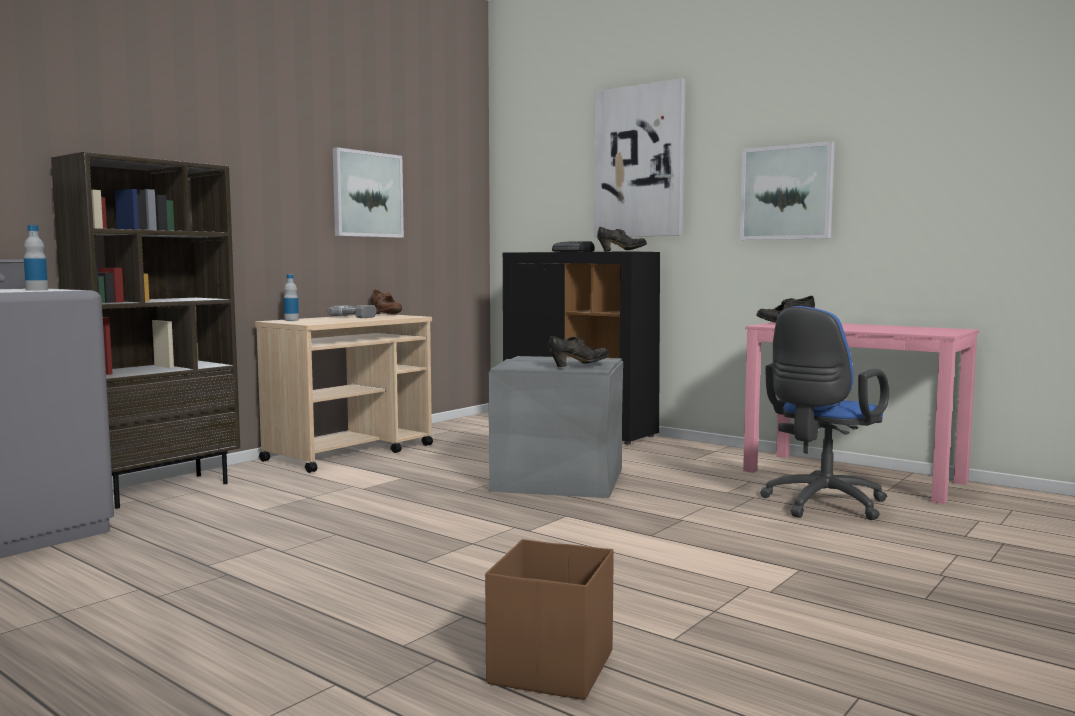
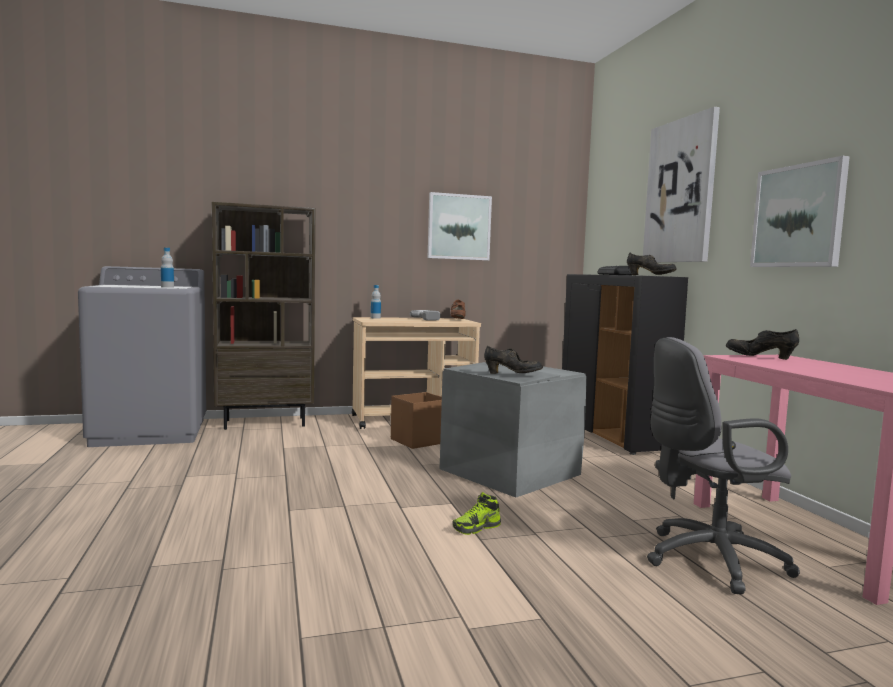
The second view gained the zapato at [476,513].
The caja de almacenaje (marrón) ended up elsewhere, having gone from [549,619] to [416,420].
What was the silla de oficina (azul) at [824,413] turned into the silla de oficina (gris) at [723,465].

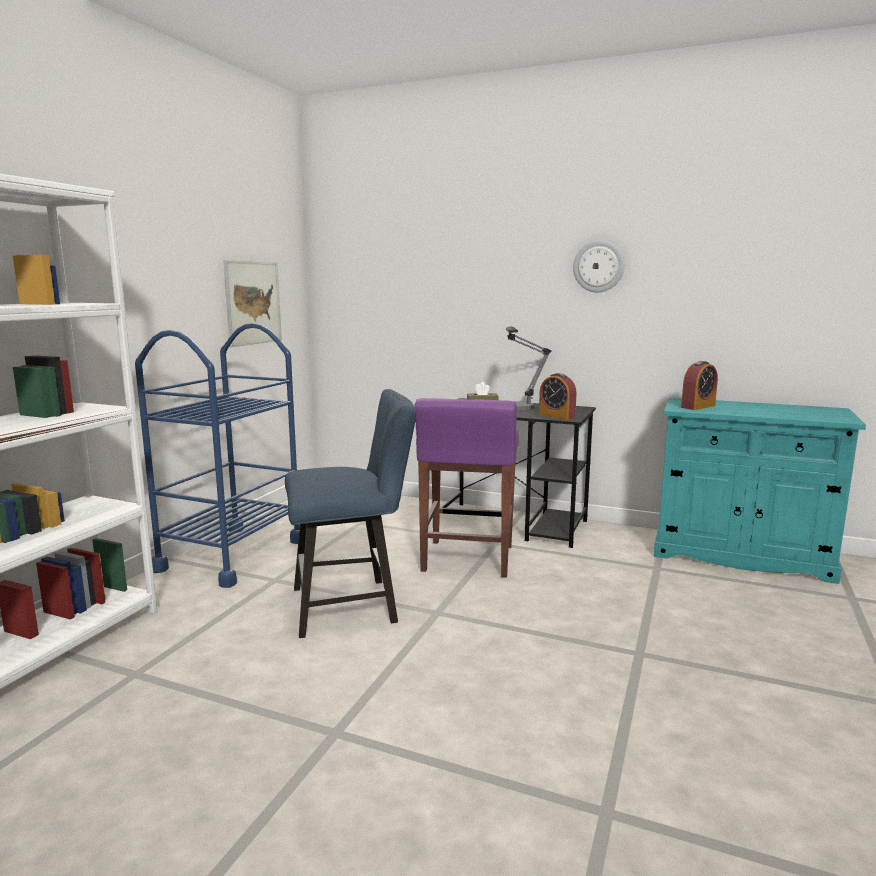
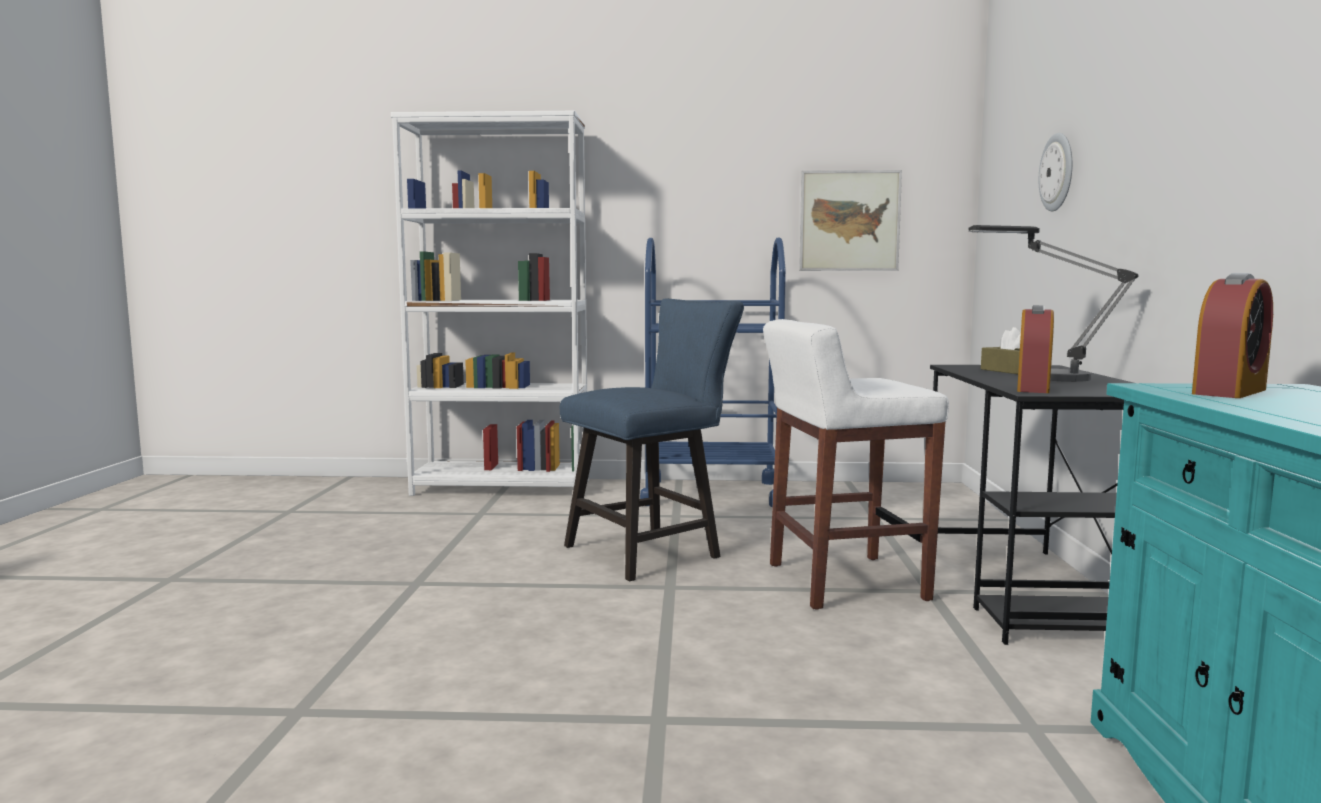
The reloj de pared ended up elsewhere, having gone from [599,266] to [1056,172].
What was the taburete (morado) at [467,488] turned into the taburete (blanco) at [856,464].
The silla (azul) at [351,513] ended up facing another way, 90 degrees counterclockwise from before.
The despertador at [699,385] ended up facing another way, 75 degrees counterclockwise from before.

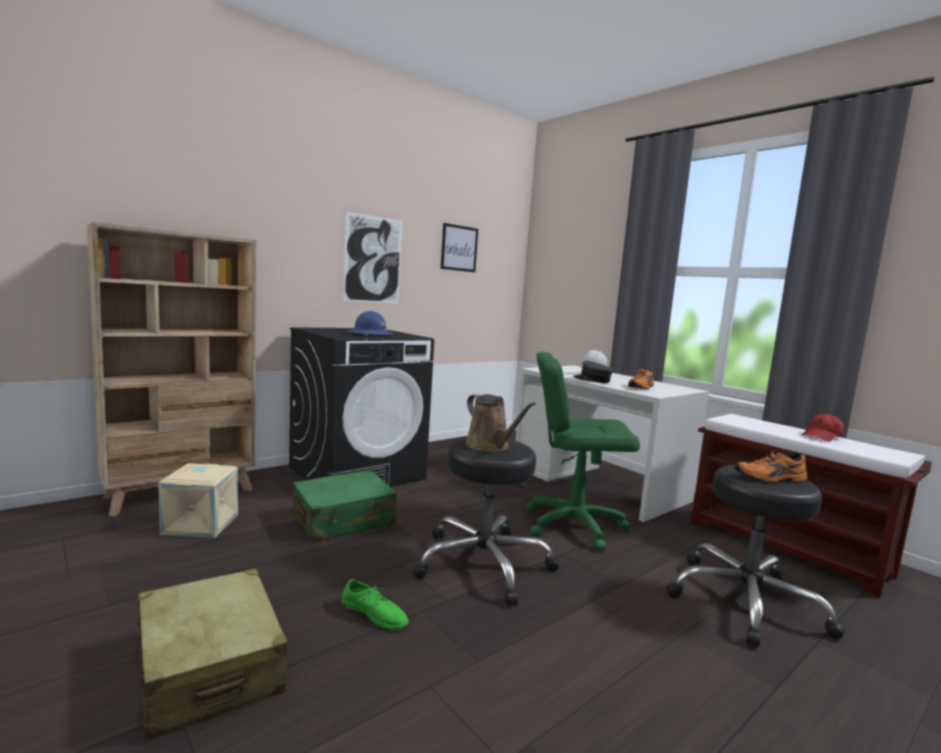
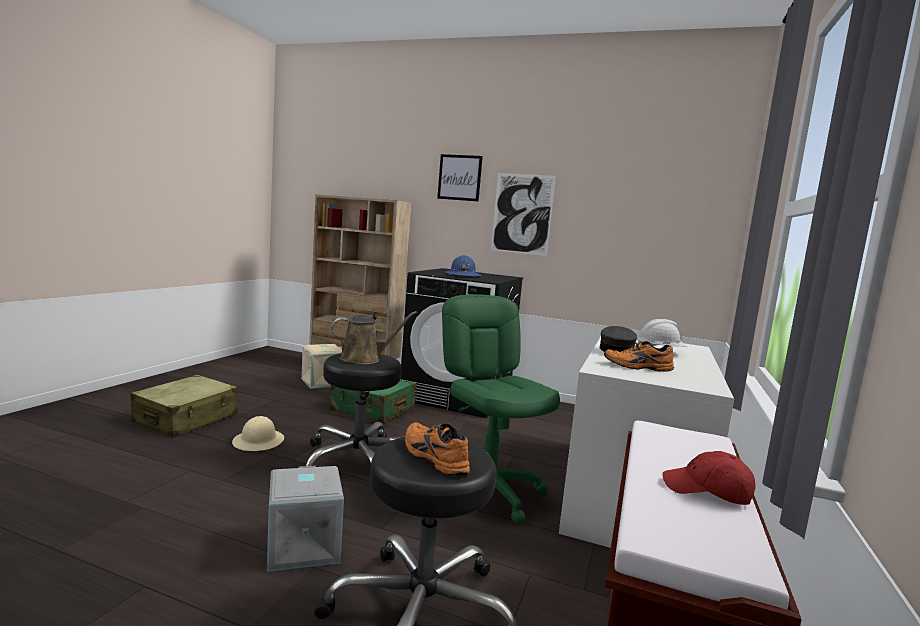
The second view gained the caja de almacenaje (gris) at [305,519].
The cuadro ended up elsewhere, having gone from [459,247] to [460,178].
Where the zapato (verde) stood at [375,604], the casco (beis) came to stand at [258,433].
The regadera (marrón) at [500,423] ended up facing another way, 135 degrees counterclockwise from before.

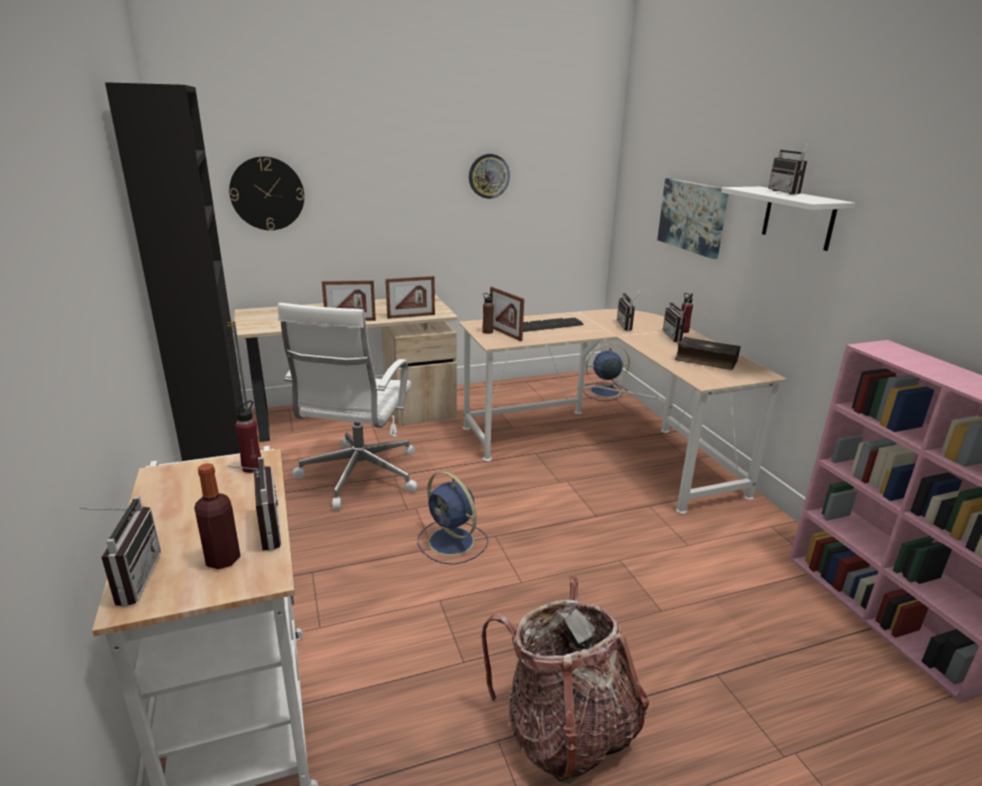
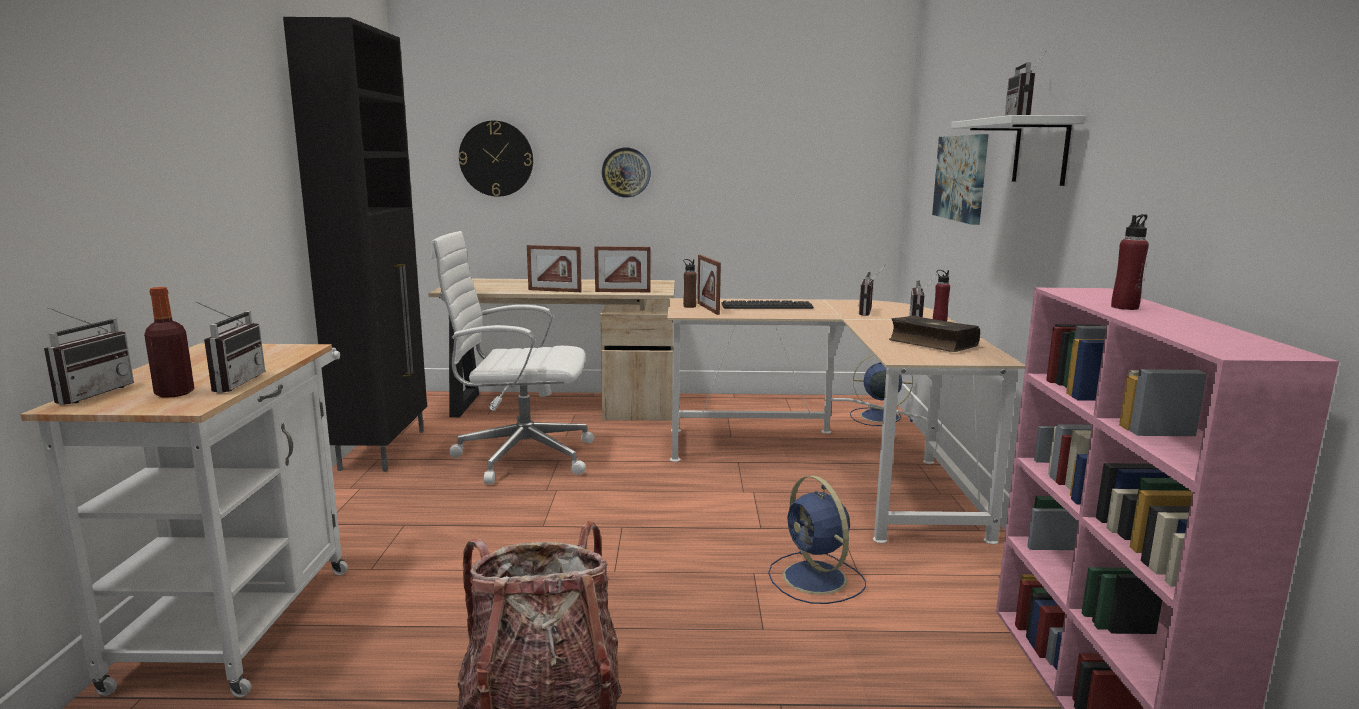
The botella (rojo) ended up elsewhere, having gone from [248,436] to [1130,262].
The ventilador (azul) ended up elsewhere, having gone from [453,518] to [817,539].
The reloj de pared ended up elsewhere, having gone from [489,176] to [626,173].
The silla de oficina (blanco) at [347,406] ended up facing another way, 60 degrees clockwise from before.

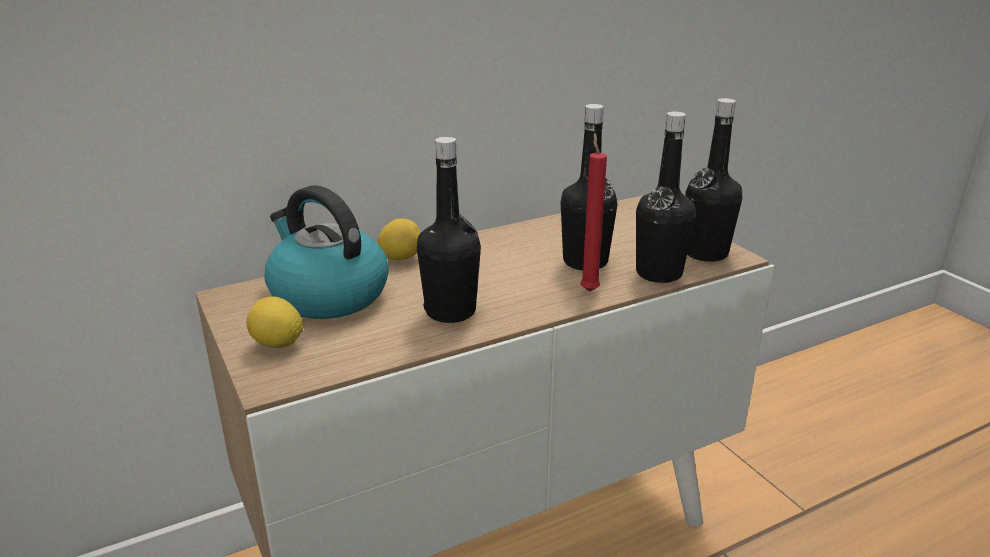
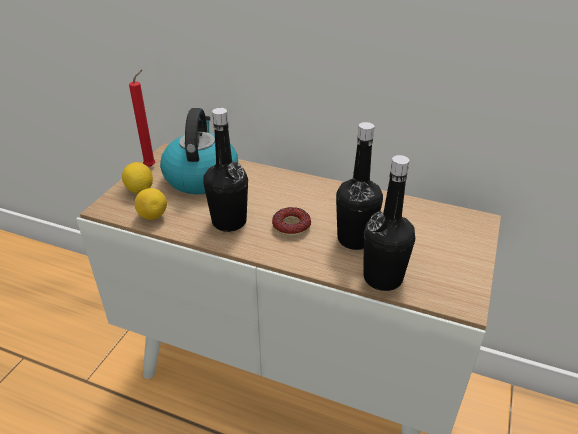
The second view lost the botella (negro) at [713,180].
The second view gained the rosquilla at [291,221].
The limón ended up elsewhere, having gone from [399,239] to [151,204].
The vela (rojo) ended up elsewhere, having gone from [593,212] to [142,118].

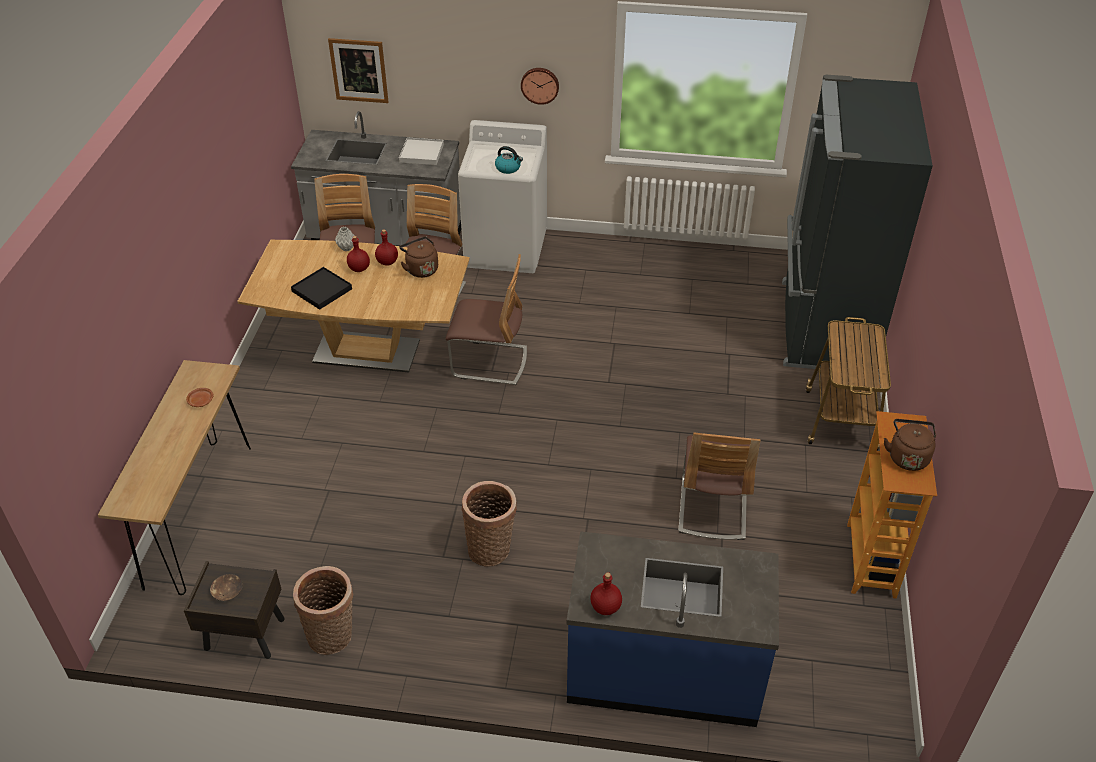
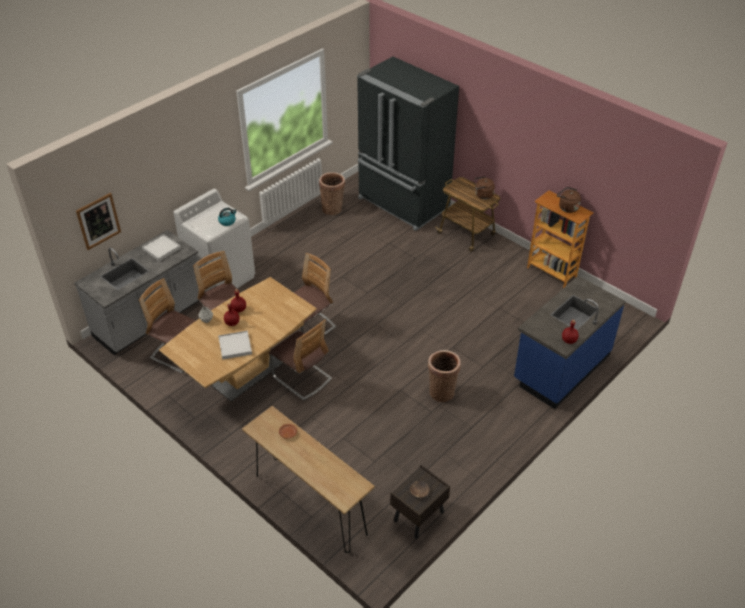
The second view lost the reloj de pared at [540,86].
The cesta ended up elsewhere, having gone from [323,610] to [332,193].
The hervidor (marrón) ended up elsewhere, having gone from [418,257] to [484,187].
The silla ended up elsewhere, having gone from [719,486] to [300,359].
What was the bandeja (negro) at [321,288] turned into the bandeja (blanco) at [235,345].

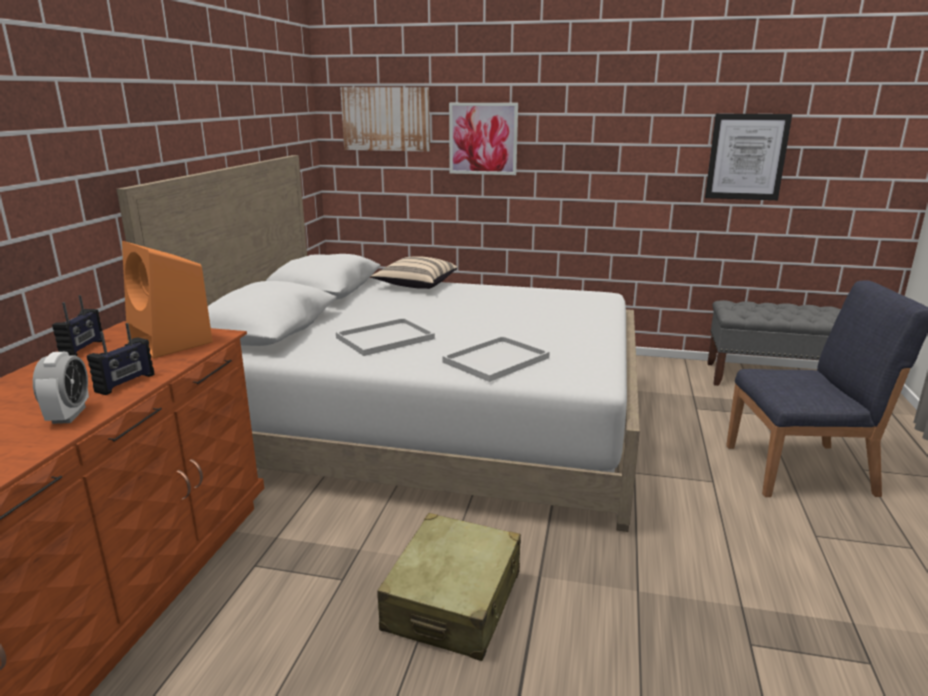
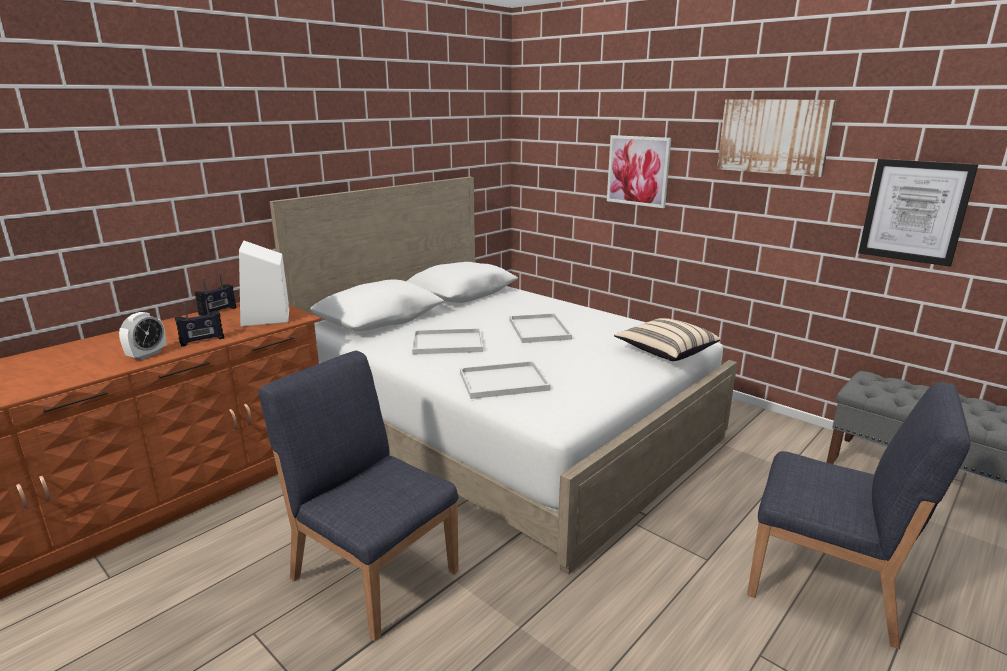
The second view gained the bandeja (blanco) at [540,328].
The cuadro ended up elsewhere, having gone from [385,119] to [776,138].
The cojín (beis) ended up elsewhere, having gone from [414,272] to [667,339].
Where the maleta (beis) stood at [449,587], the silla (azul) came to stand at [359,496].
What was the altavoz (naranja) at [167,299] turned into the altavoz (blanco) at [264,283].

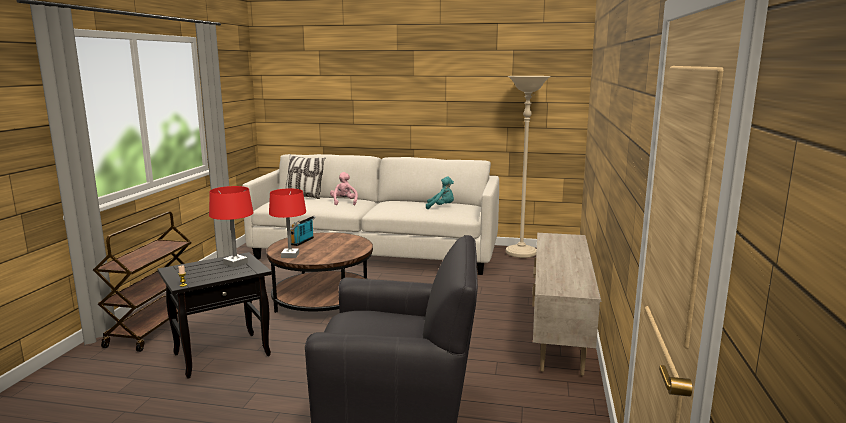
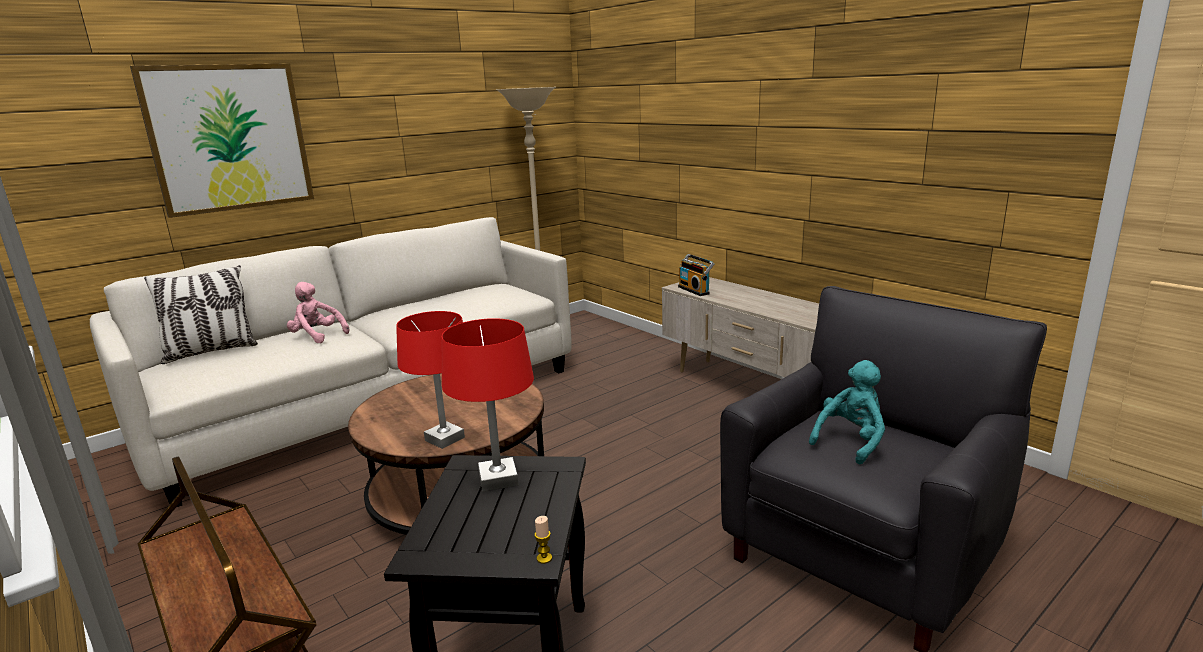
The second view gained the cuadro at [222,140].
The radio ended up elsewhere, having gone from [303,230] to [696,275].
The peluche (turquesa) ended up elsewhere, having gone from [440,193] to [847,412].

